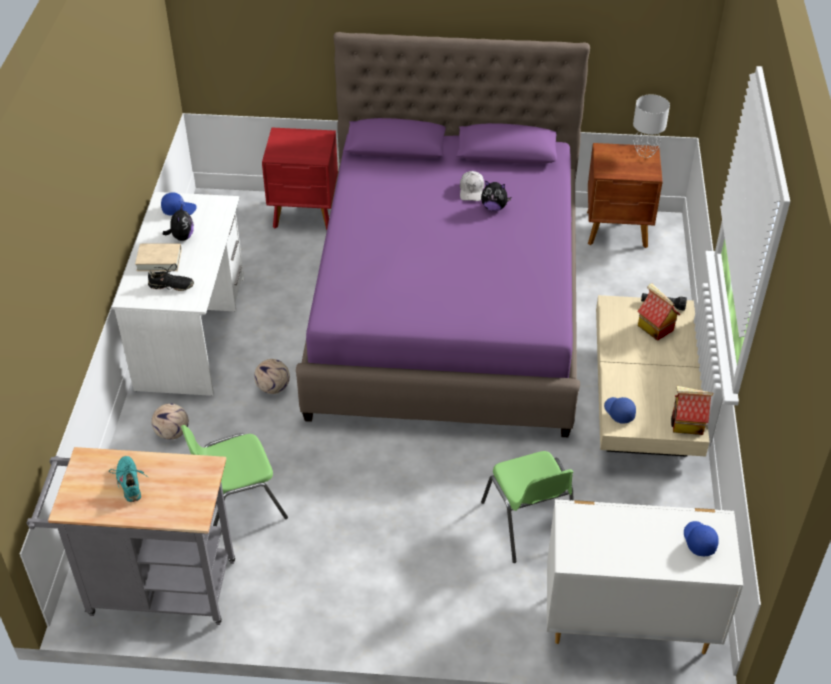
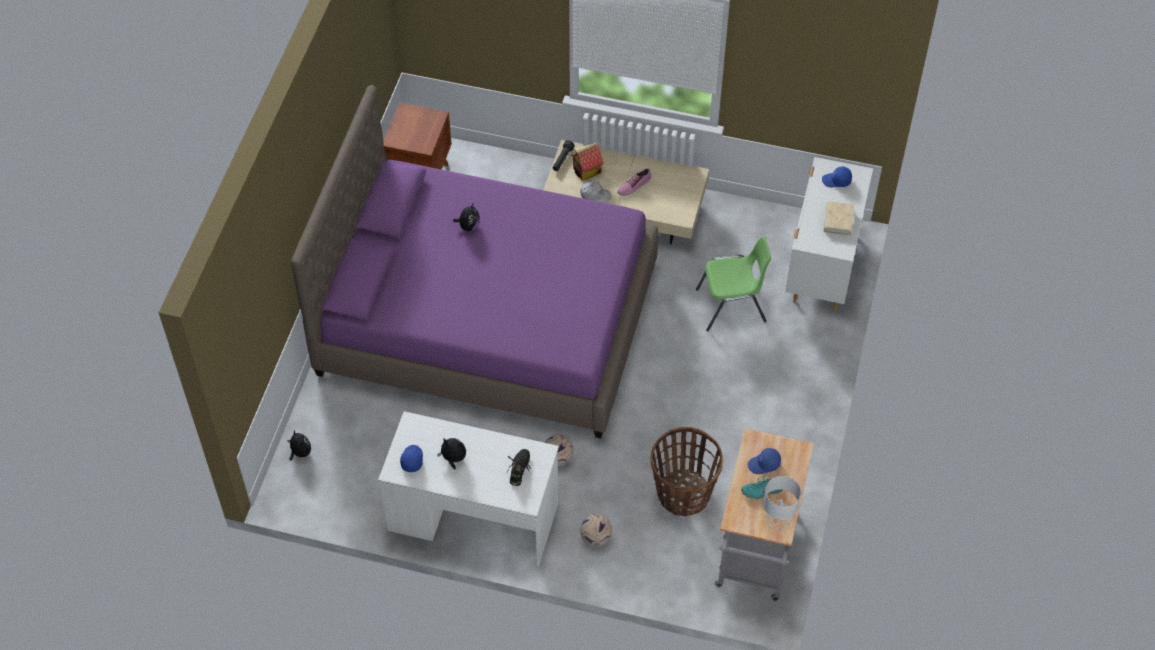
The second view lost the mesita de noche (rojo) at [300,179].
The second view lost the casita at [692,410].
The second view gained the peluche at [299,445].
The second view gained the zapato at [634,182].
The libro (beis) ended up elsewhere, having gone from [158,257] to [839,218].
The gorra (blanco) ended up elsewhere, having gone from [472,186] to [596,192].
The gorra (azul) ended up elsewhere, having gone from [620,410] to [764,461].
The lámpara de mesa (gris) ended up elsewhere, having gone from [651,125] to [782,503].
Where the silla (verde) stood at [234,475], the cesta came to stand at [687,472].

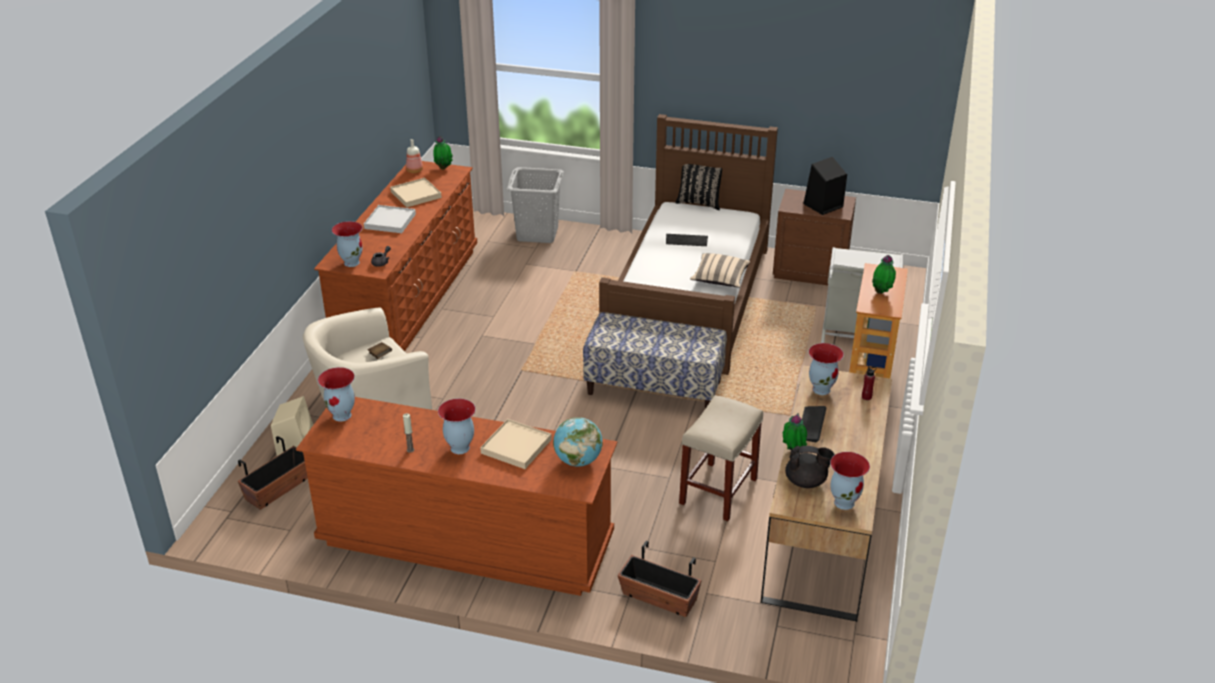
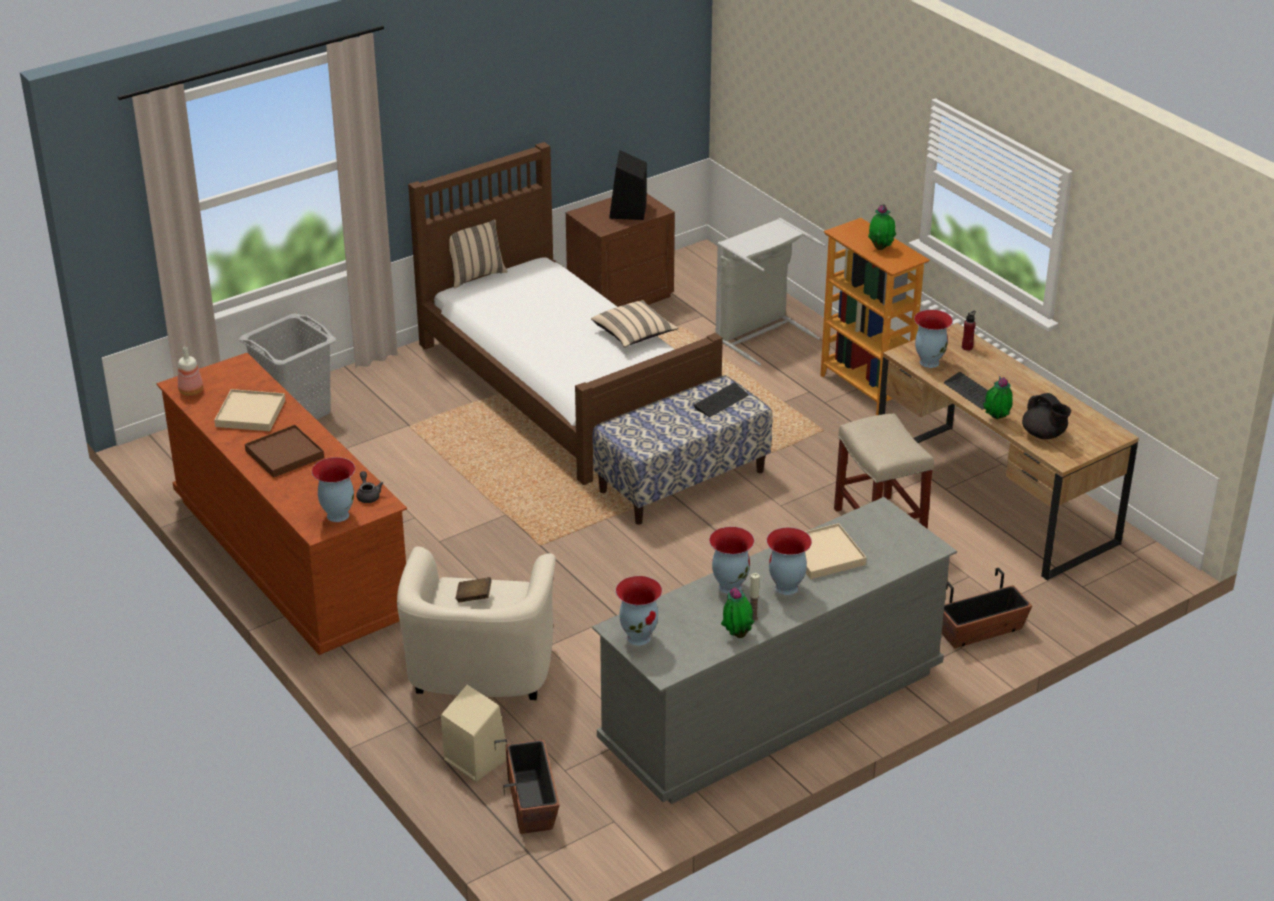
The second view lost the globo terráqueo at [578,442].
The planta en maceta ended up elsewhere, having gone from [443,152] to [737,612].
The teclado ended up elsewhere, having gone from [687,240] to [721,400].
The florero ended up elsewhere, having gone from [850,481] to [731,560].
What was the cómoda (marrón) at [456,496] turned into the cómoda (gris) at [774,650].
What was the bandeja (blanco) at [390,219] turned into the bandeja (marrón) at [284,451].
What was the cojín (negro) at [698,187] turned into the cojín (beis) at [479,253].
The tetera (negro) at [810,467] ended up facing another way, 105 degrees clockwise from before.

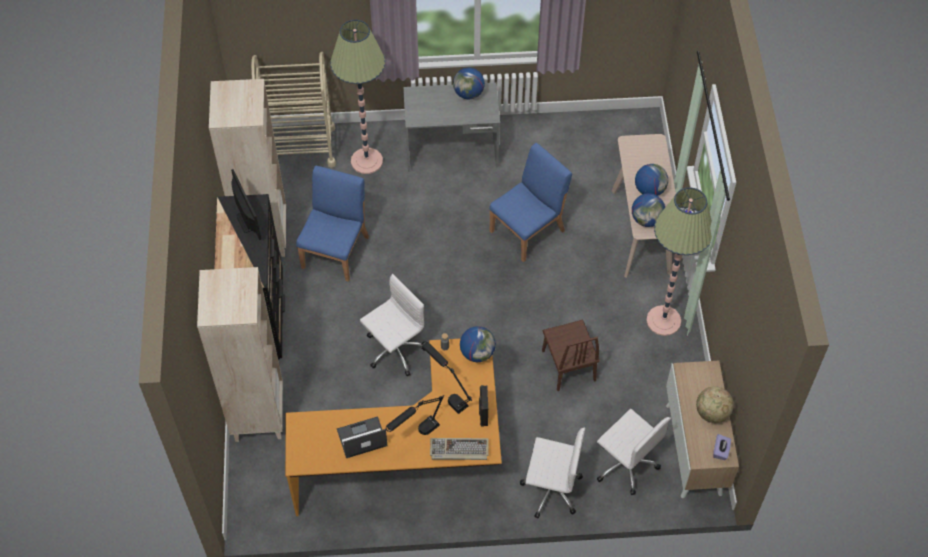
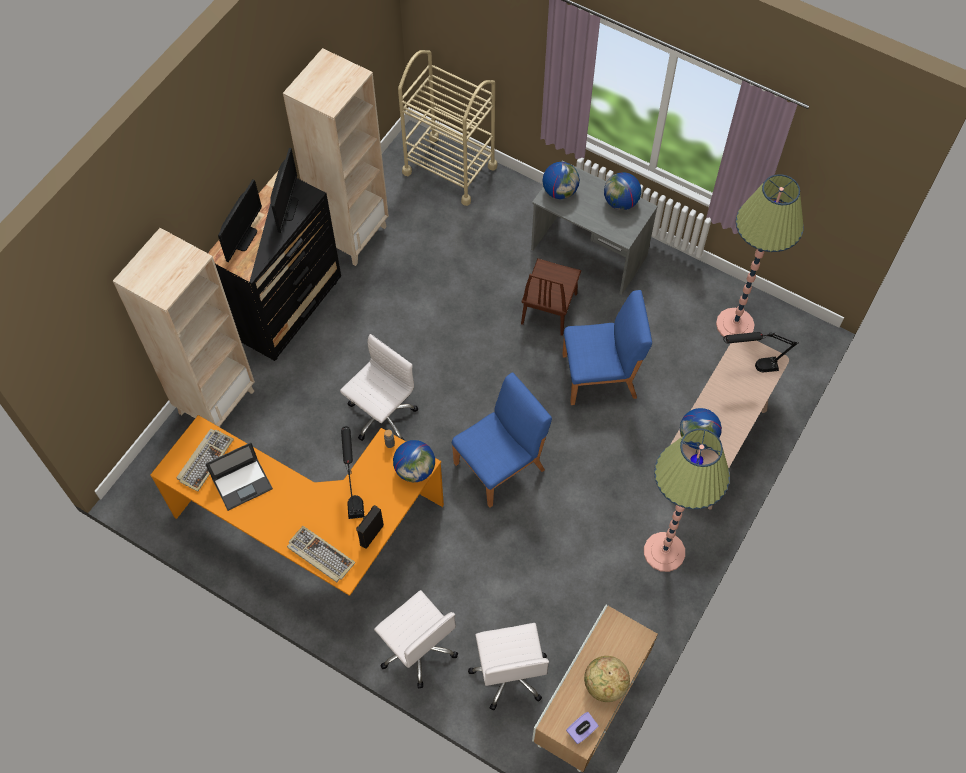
The second view gained the teclado at [205,460].
The second view gained the monitor at [240,220].
The silla (azul) ended up elsewhere, having gone from [332,224] to [502,440].
The lámpara de pie ended up elsewhere, having gone from [357,97] to [760,256].
The lámpara de mesa (negro) ended up elsewhere, having gone from [415,415] to [761,352].
The silla (marrón) ended up elsewhere, having gone from [571,355] to [551,297].
The globo terráqueo ended up elsewhere, having gone from [651,180] to [561,180].
The portátil at [362,437] ended up facing another way, 135 degrees clockwise from before.
The silla de oficina (blanco) at [393,325] ended up facing another way, 45 degrees counterclockwise from before.

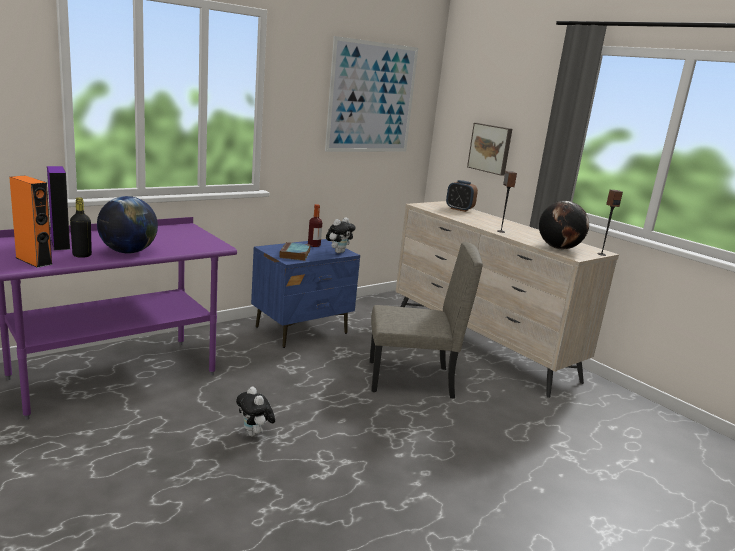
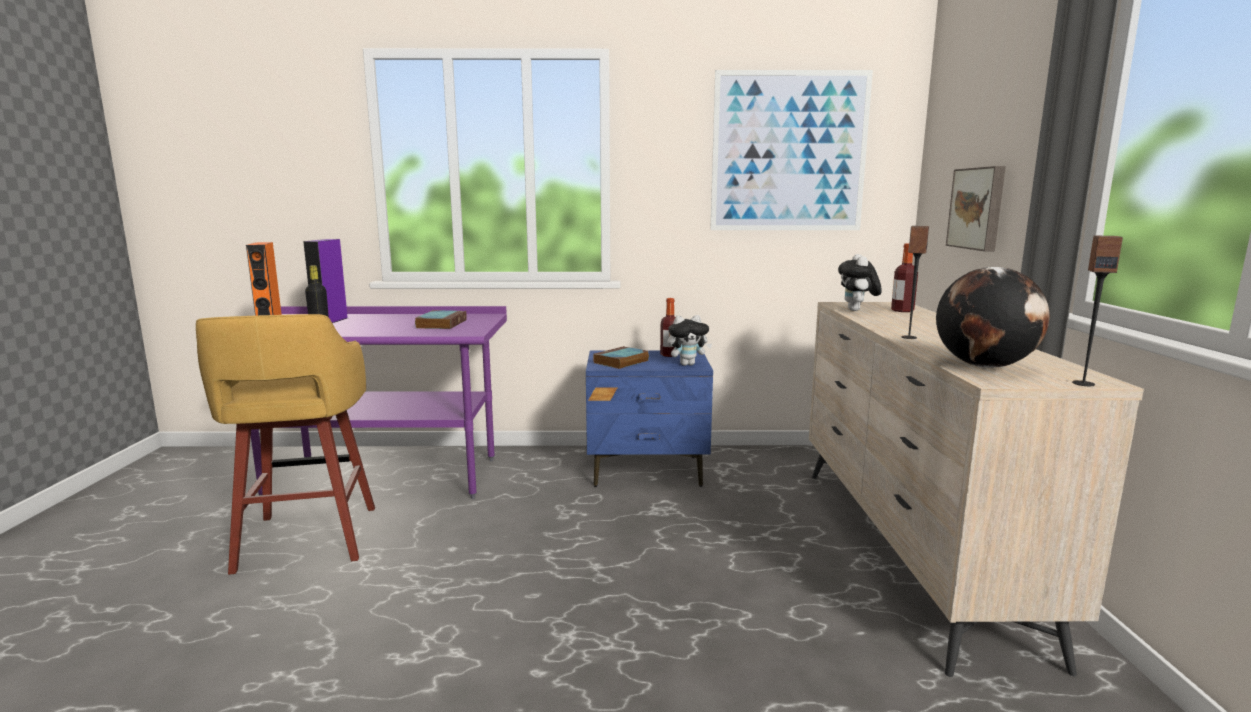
The second view lost the globo terráqueo at [127,224].
The second view lost the silla (beis) at [426,320].
The second view gained the taburete (amarillo) at [285,444].
The second view gained the libro at [441,319].
The peluche ended up elsewhere, having gone from [255,411] to [860,282].
Where the despertador stood at [462,196], the botella came to stand at [904,277].

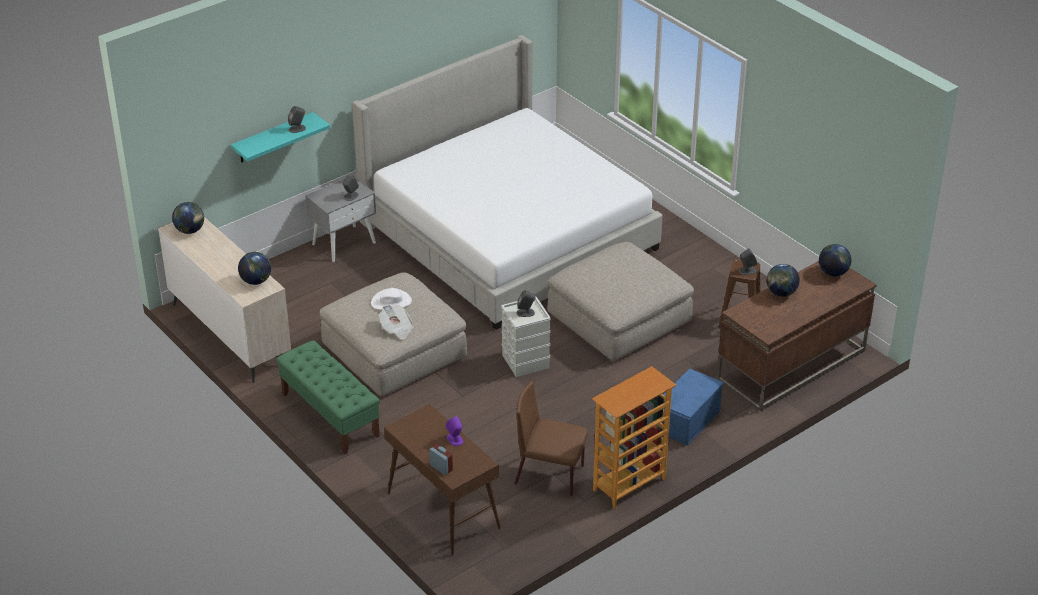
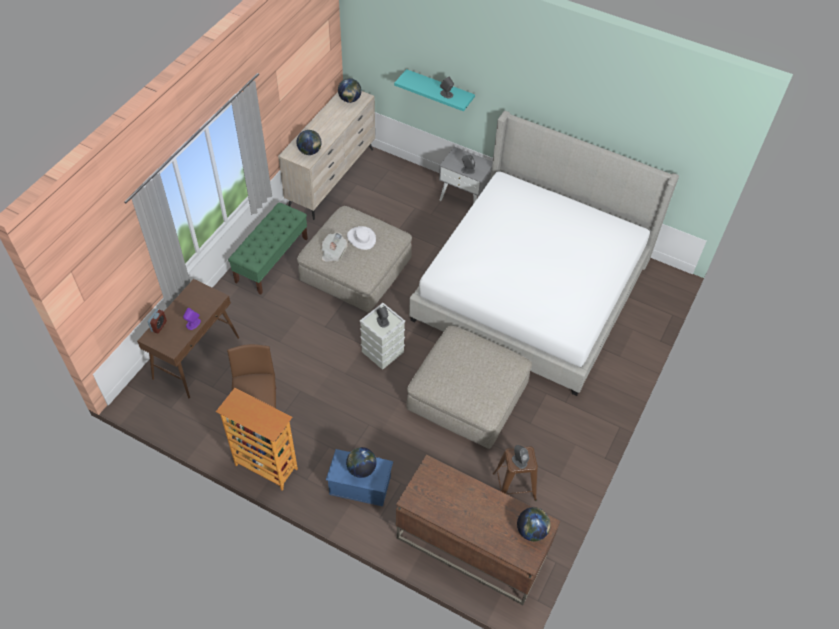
The globo terráqueo ended up elsewhere, having gone from [783,280] to [361,462].

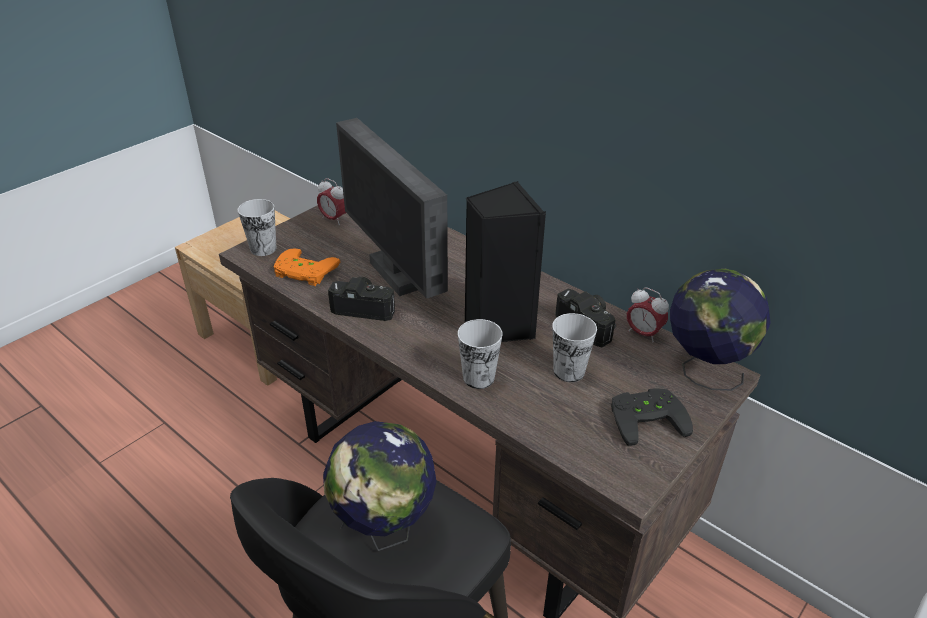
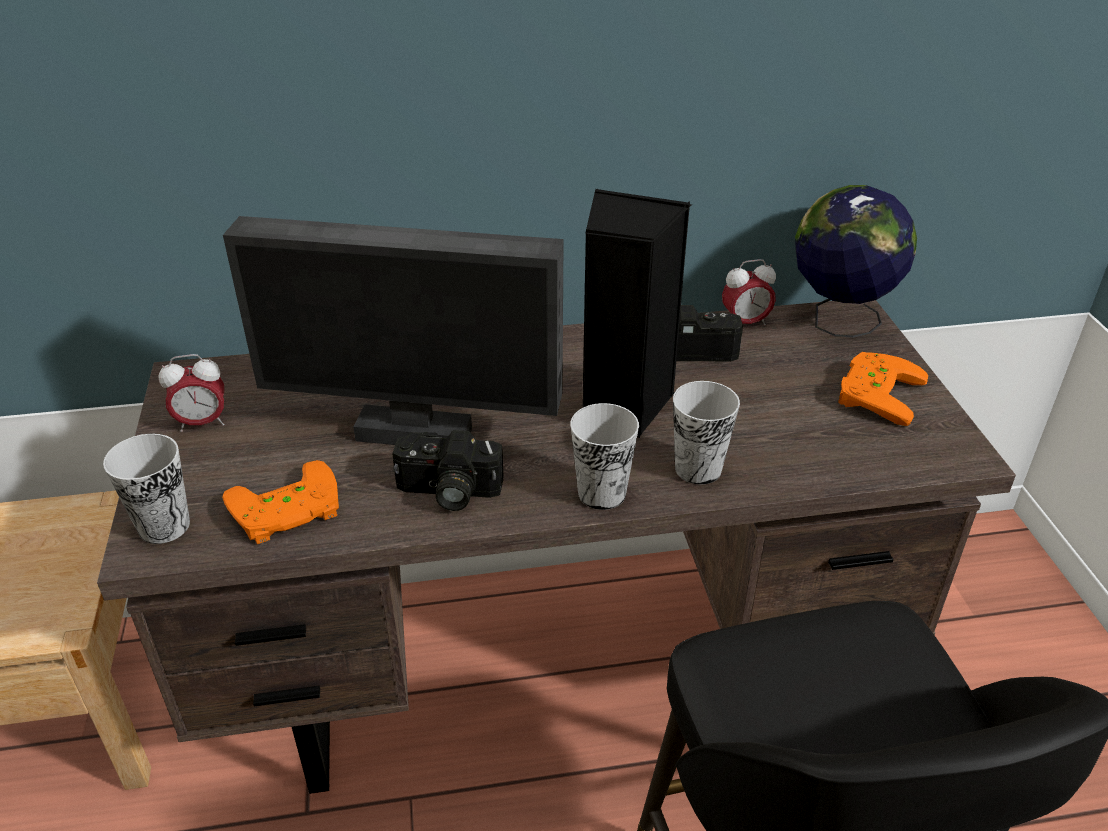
The second view lost the globo terráqueo at [380,486].
The taza ended up elsewhere, having gone from [575,347] to [604,456].
What was the mando de consola (negro) at [652,417] turned into the mando de consola (naranja) at [883,389].
The cámara at [361,299] ended up facing another way, 135 degrees counterclockwise from before.

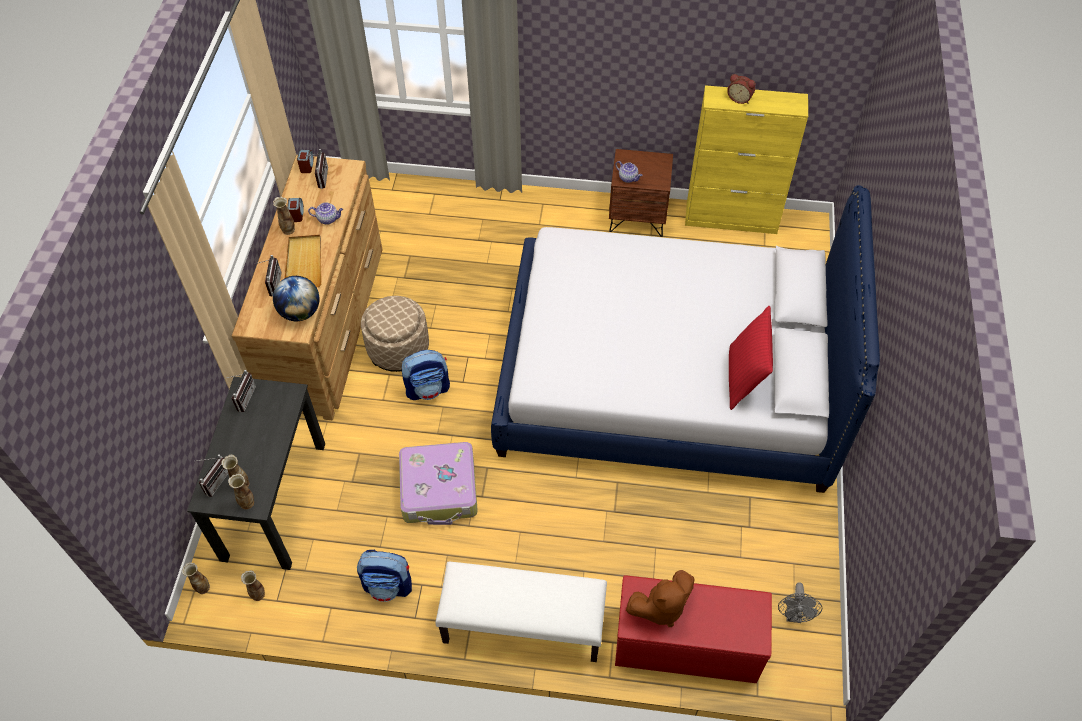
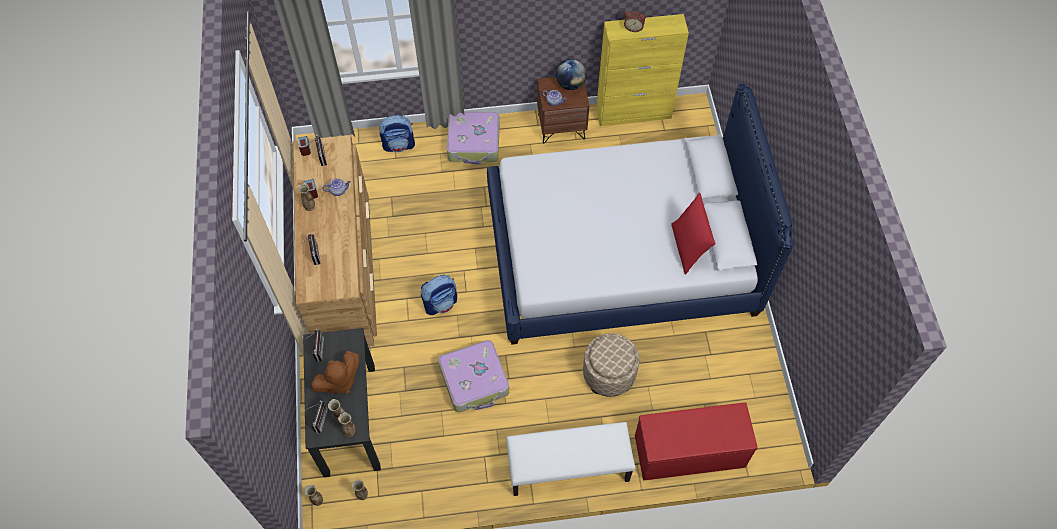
The second view lost the bandeja (beis) at [303,261].
The second view lost the ventilador (gris) at [800,602].
The second view gained the maleta at [473,138].
The globo terráqueo ended up elsewhere, having gone from [296,298] to [571,74].
The mochila ended up elsewhere, having gone from [384,576] to [397,133].
The puf (beis) ended up elsewhere, having gone from [395,334] to [611,365].
The peluche (marrón) ended up elsewhere, having gone from [660,598] to [335,372].

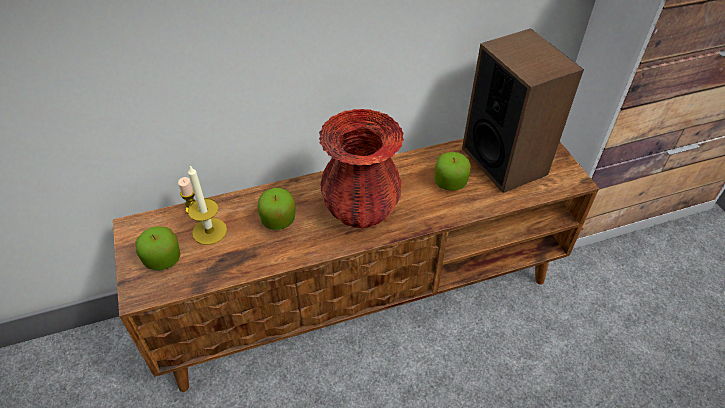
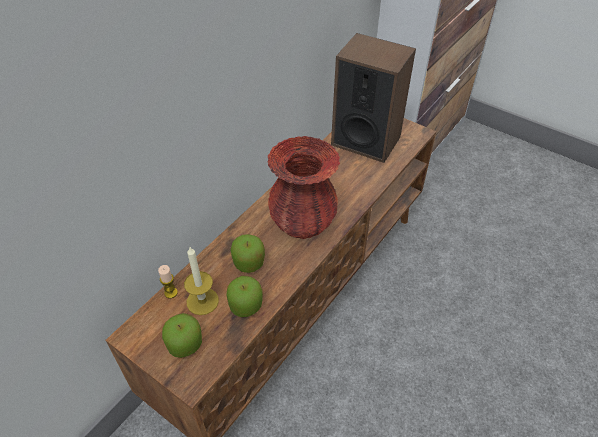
The manzana ended up elsewhere, having gone from [453,171] to [244,296].

